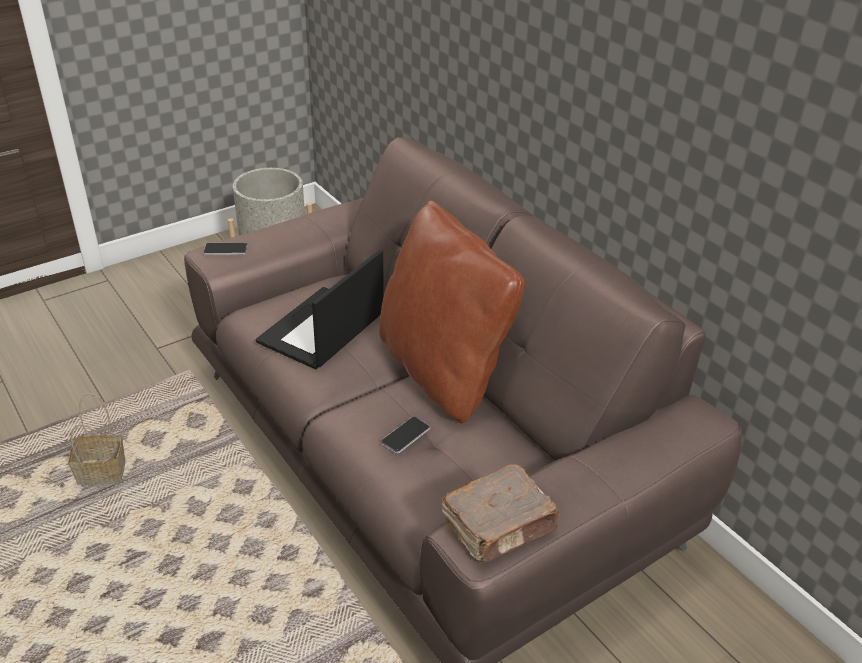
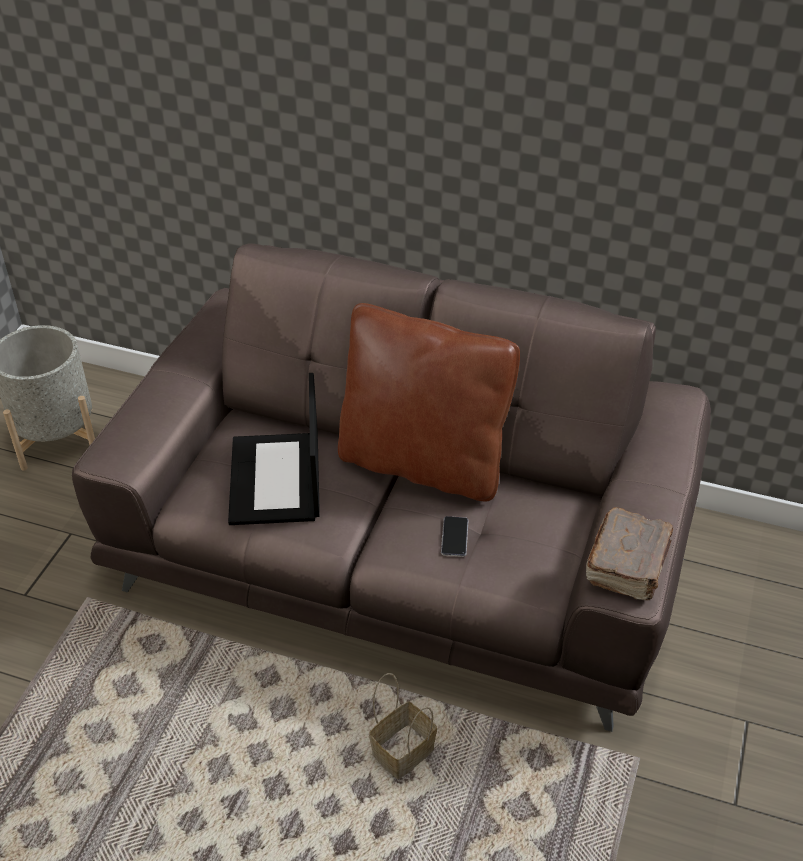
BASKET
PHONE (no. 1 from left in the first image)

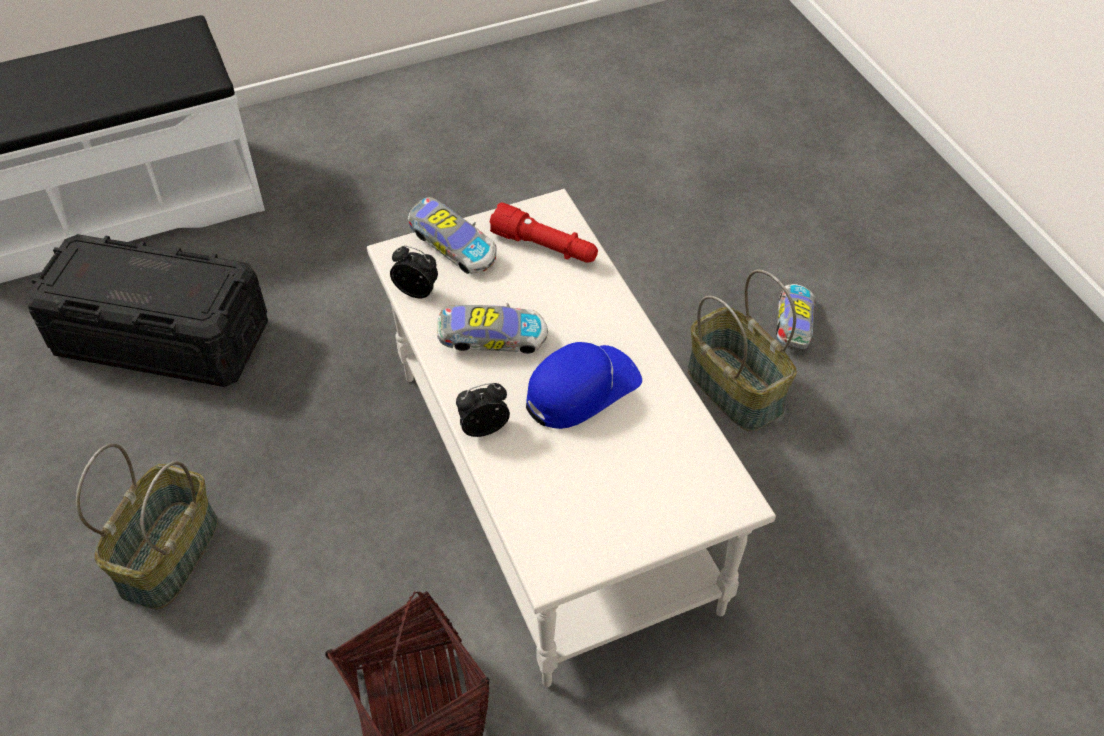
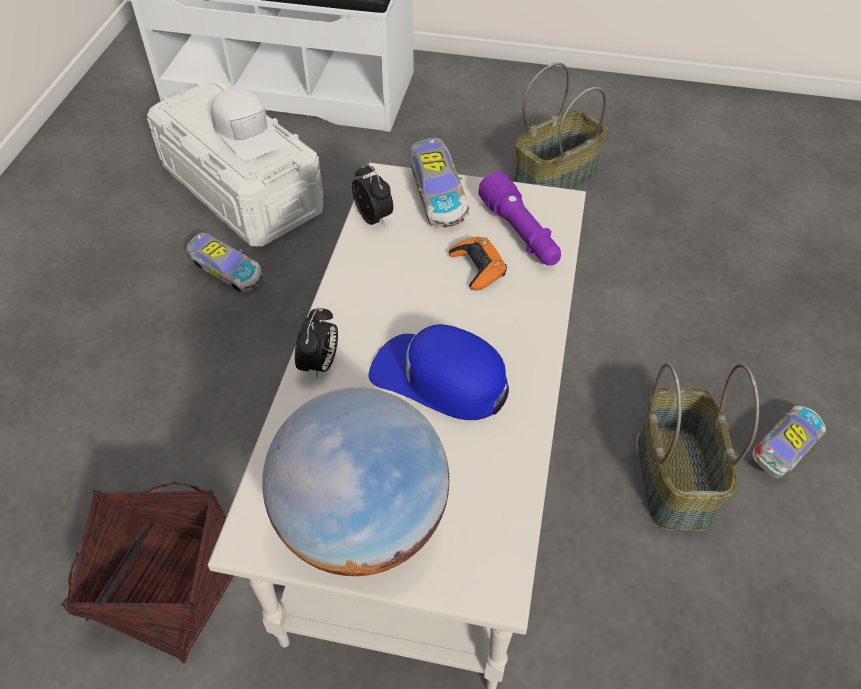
WHITE STORAGE BOX
TOY CAR (no. 1 from left)
WHITE CAP
GLOBE
ALARM CLOCK (no. 1 from left)
BLUE CAP
ORANGE GAME CONTROLLER
PURPLE FLASHLIGHT
BASKET (no. 2 from left)

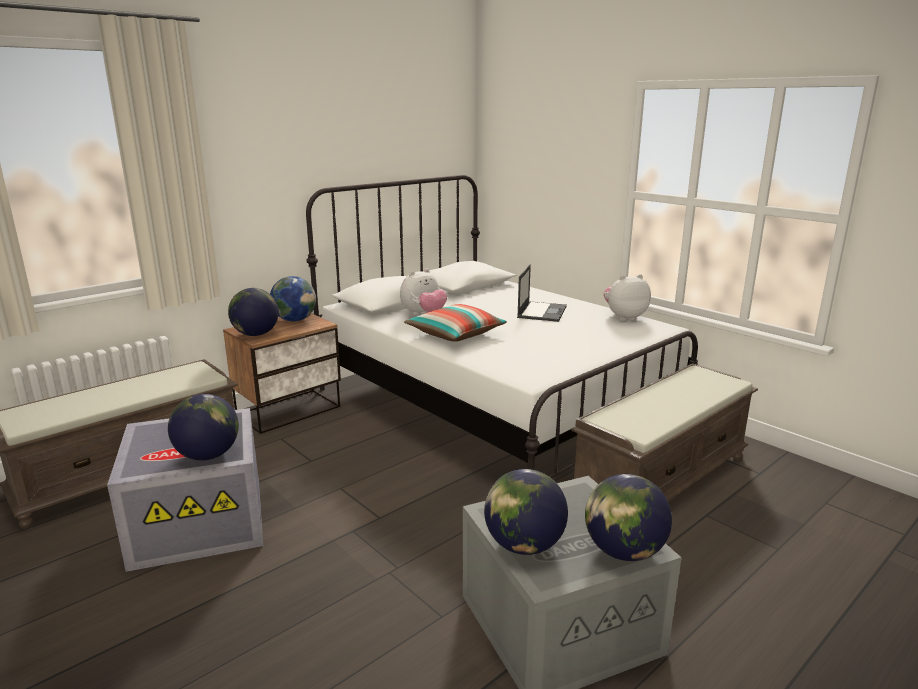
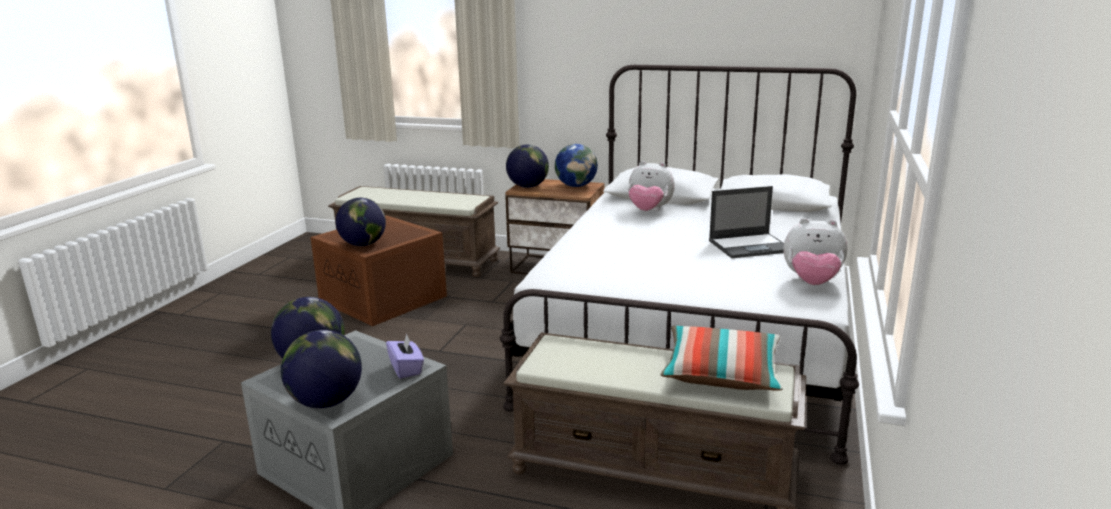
BROWN STORAGE BOX
PURPLE TISSUE BOX
PILLOW
PLUSH TOY (no. 2 from left)

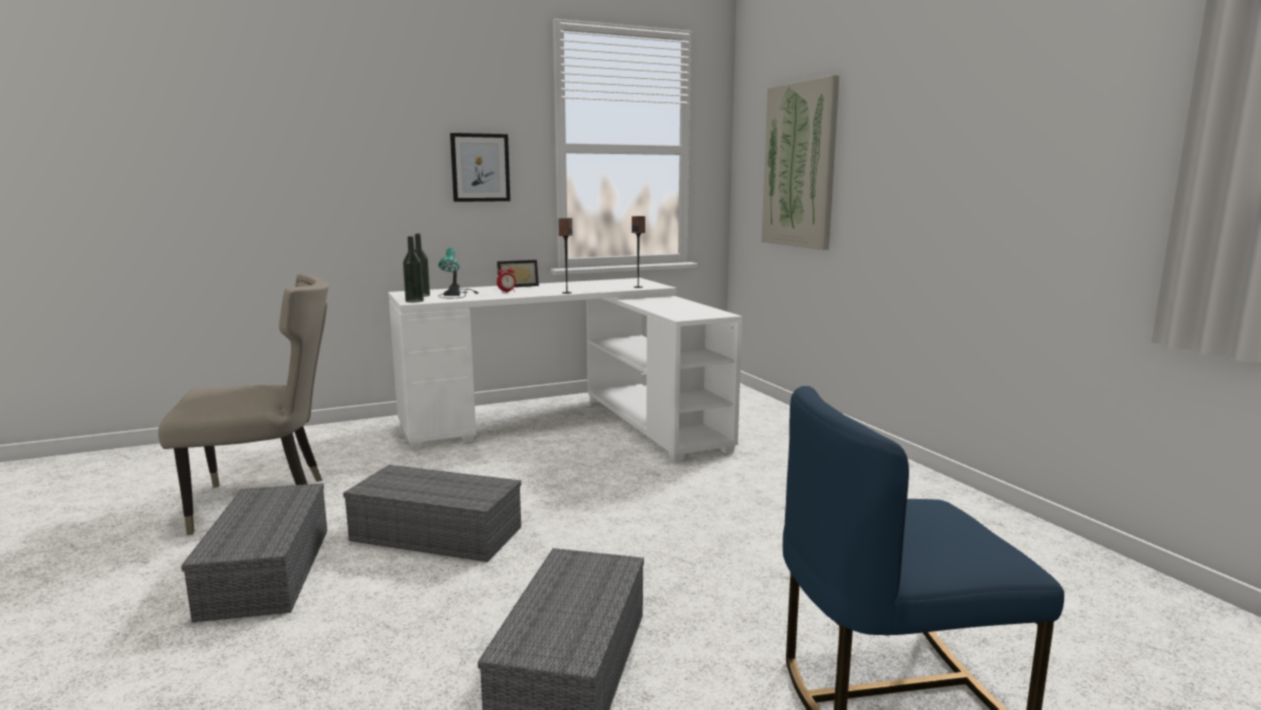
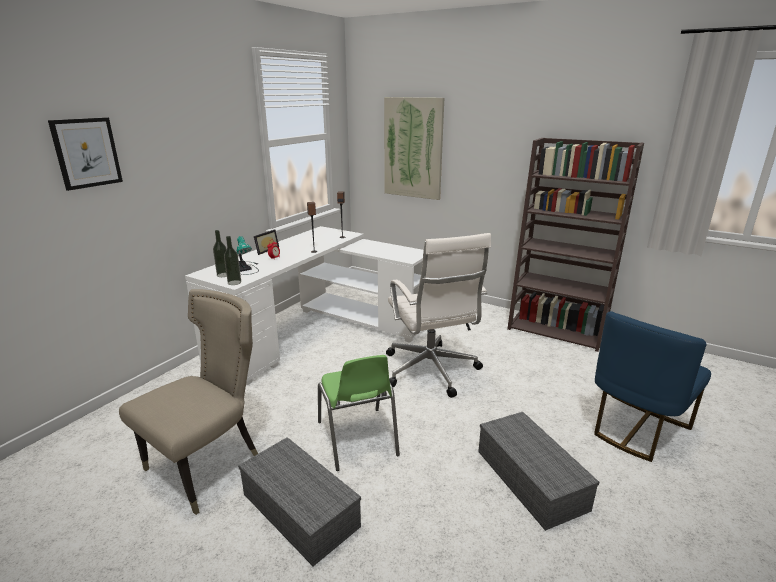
PICTURE (no. 1 from left)
GREEN CHAIR
WHITE OFFICE CHAIR
BROWN BOOKCASE

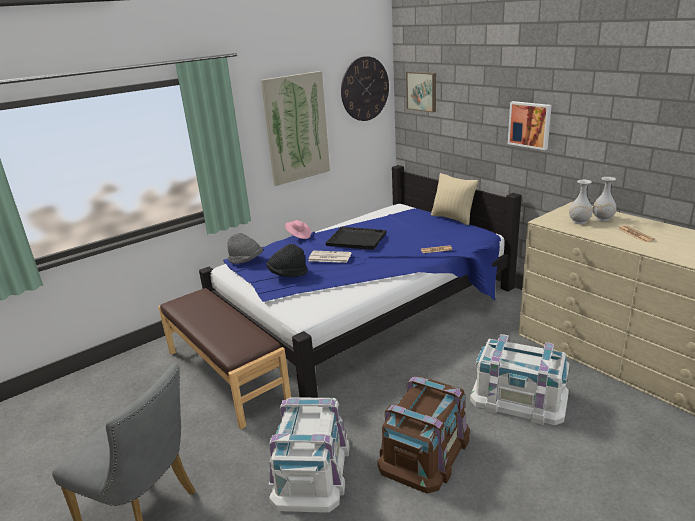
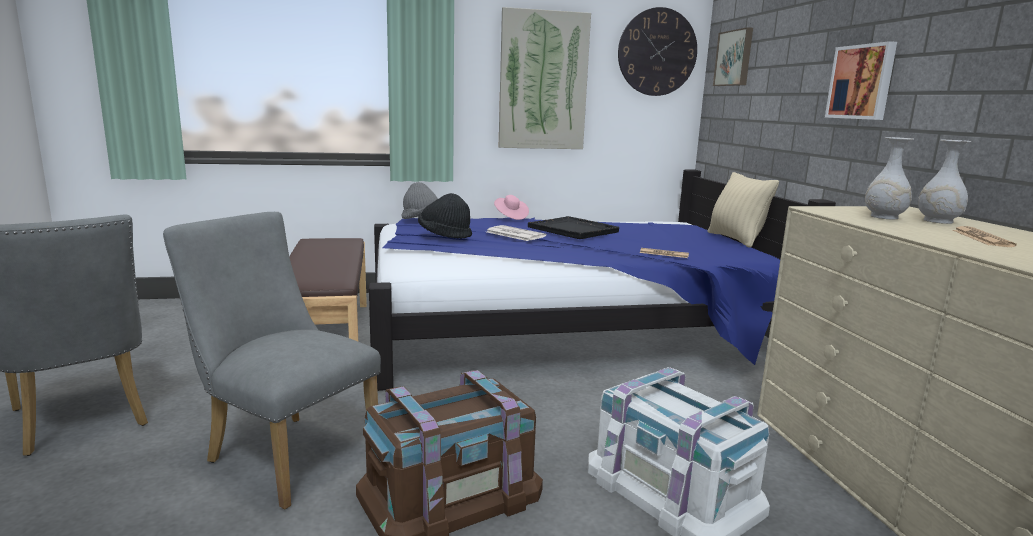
GREY CHAIR (no. 2 from left)

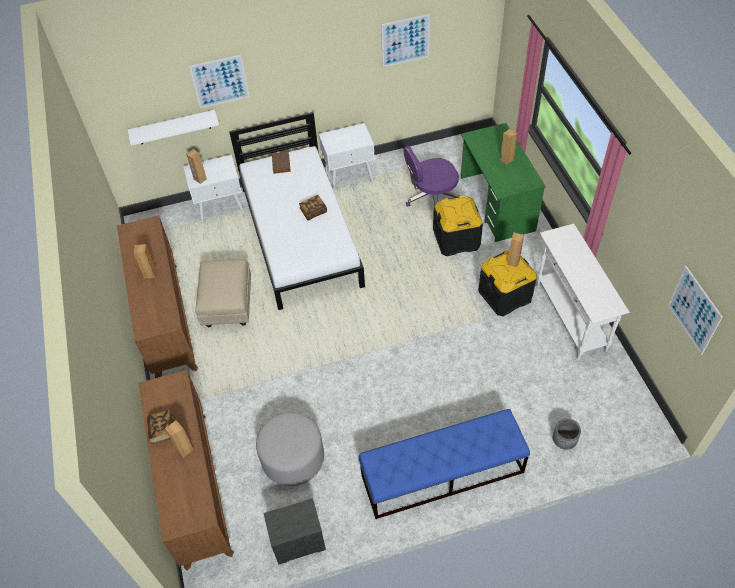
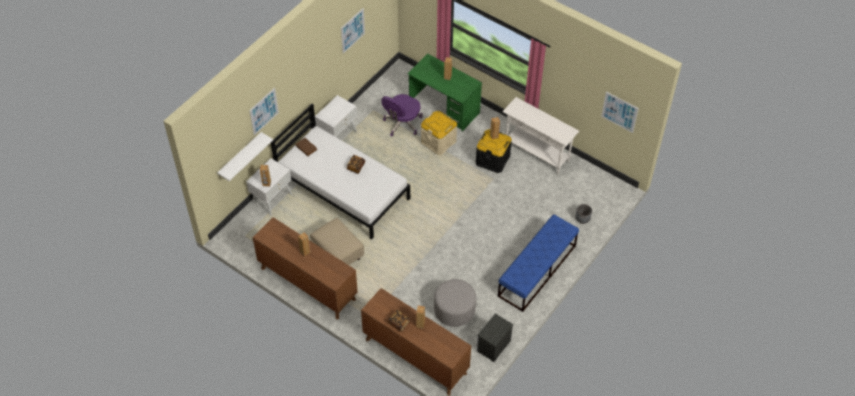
BEIGE STORAGE BOX

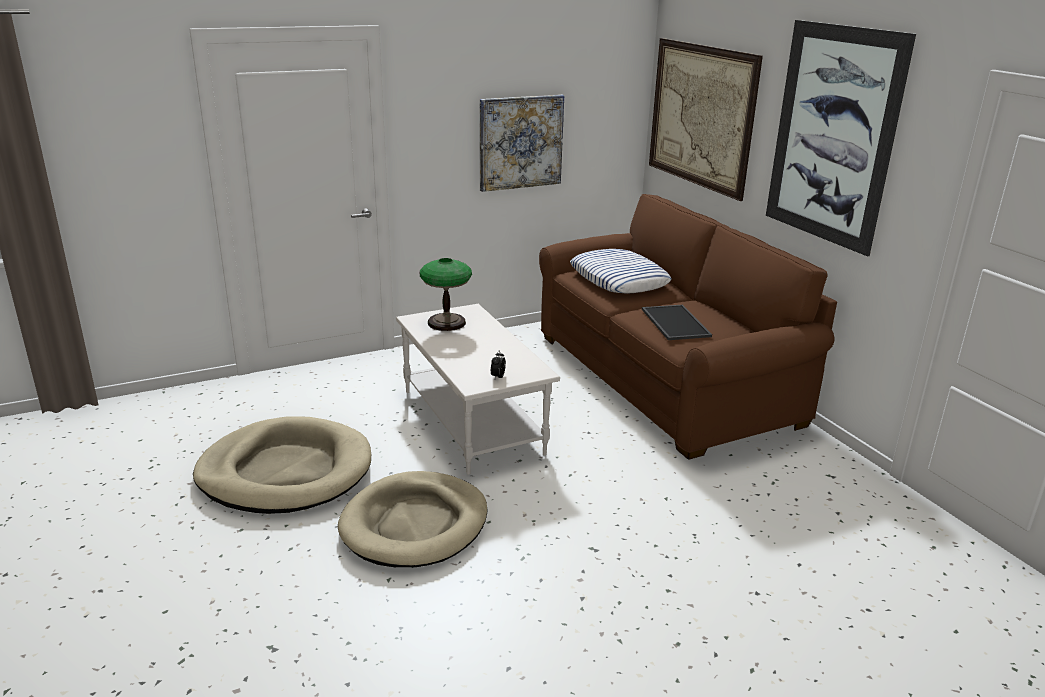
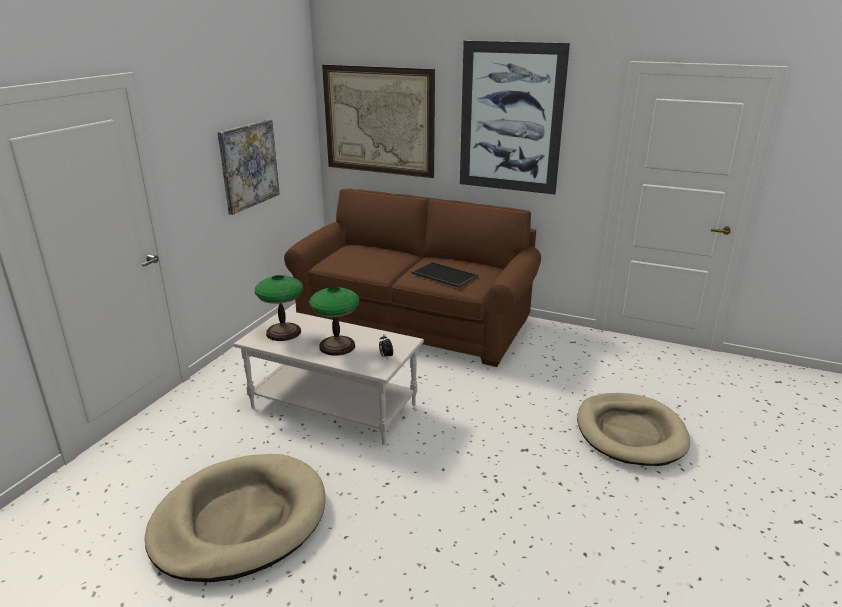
TABLE LAMP (no. 2 from left)
BEIGE DOG BED (no. 2 from left)
PILLOW

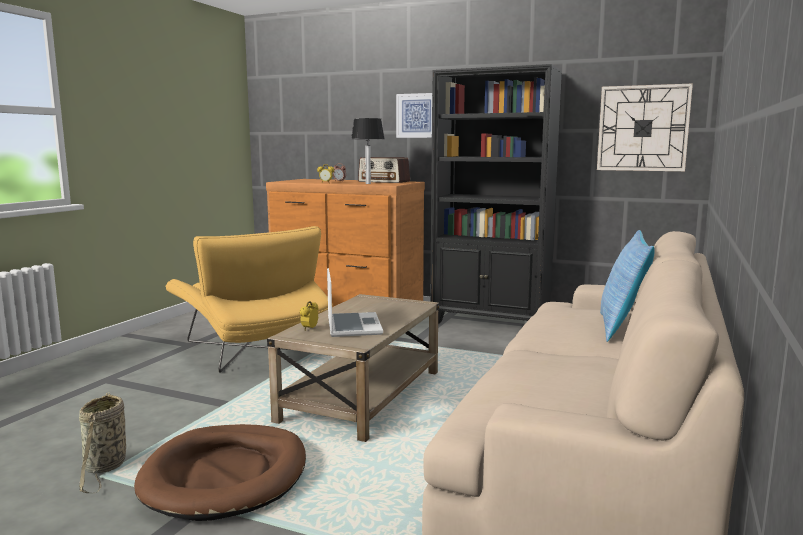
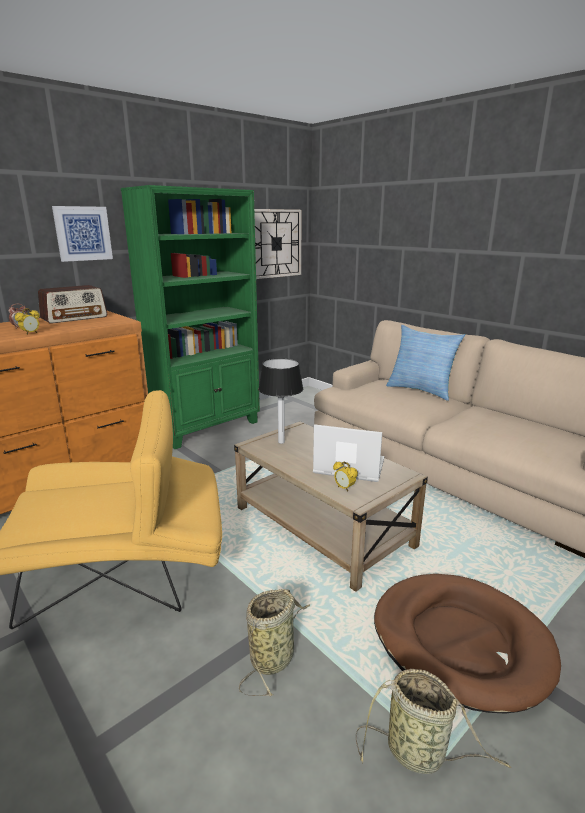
GREEN BOOKCASE
BASKET (no. 1 from left)
TABLE LAMP

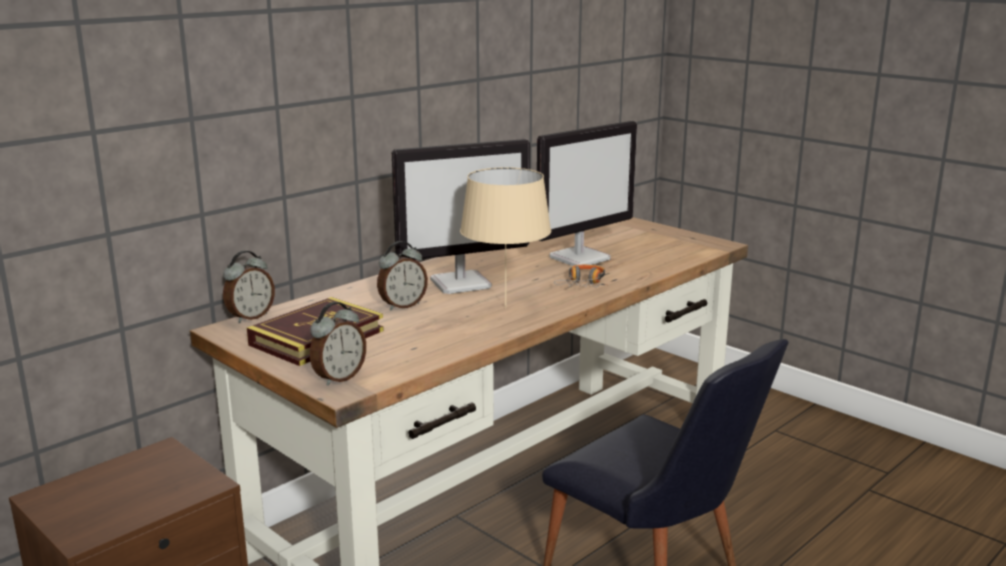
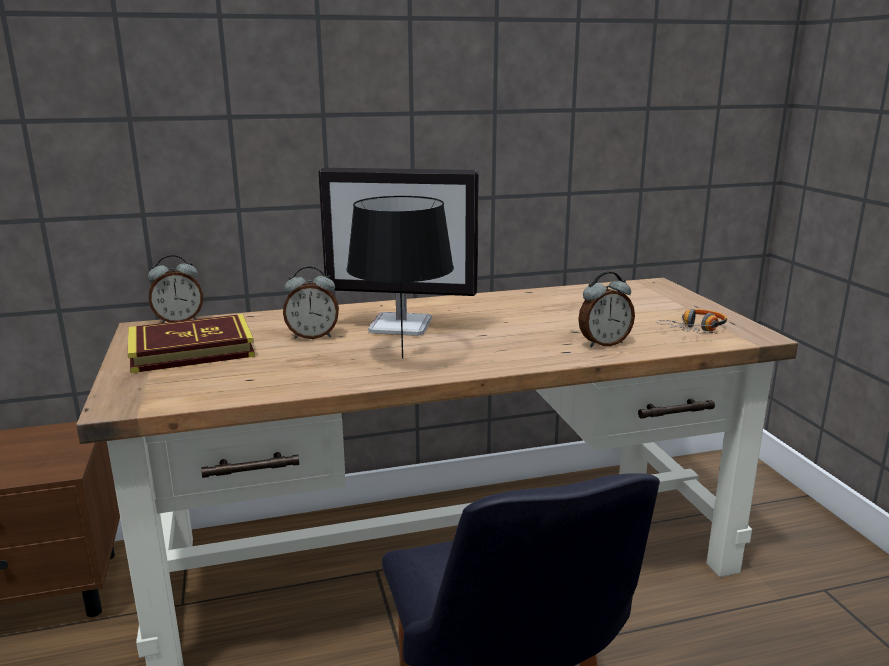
BLACK TABLE LAMP
ALARM CLOCK (no. 3 from left)
HEADPHONES
MONITOR (no. 2 from left in the first image)

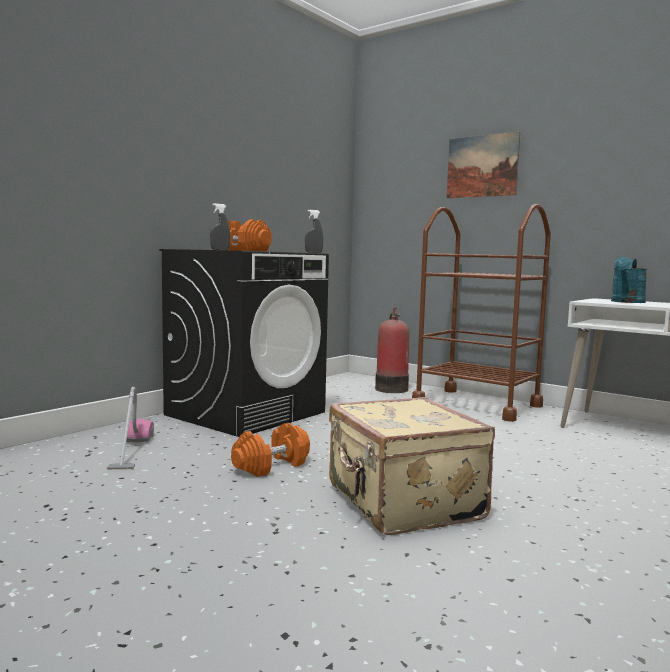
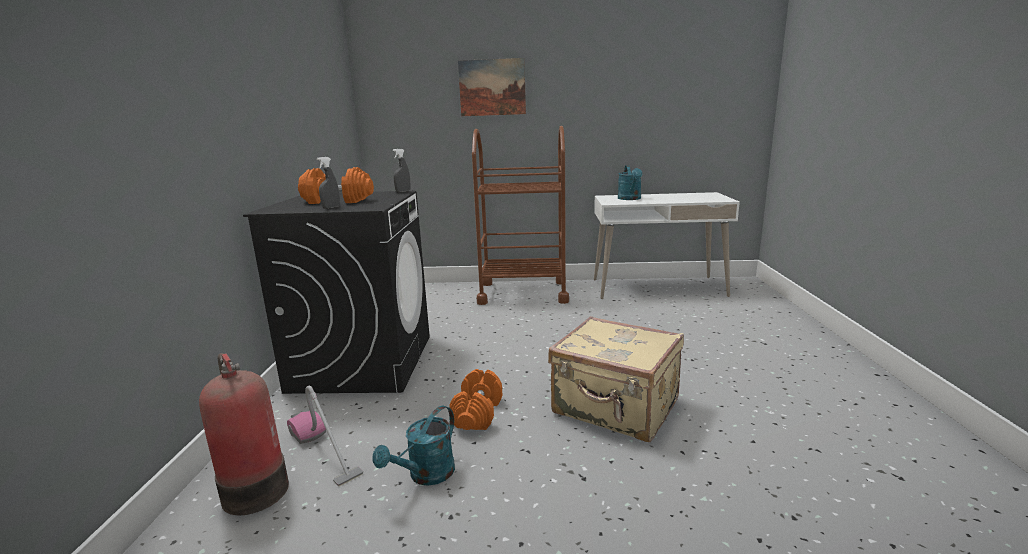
FIRE EXTINGUISHER
TURQUOISE WATERING CAN (no. 1 from left)

